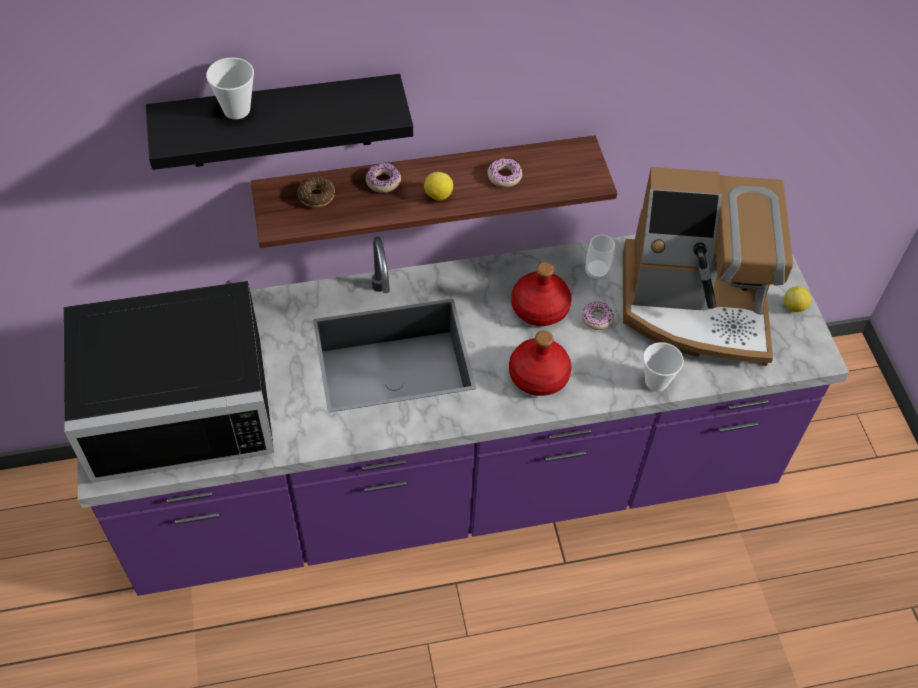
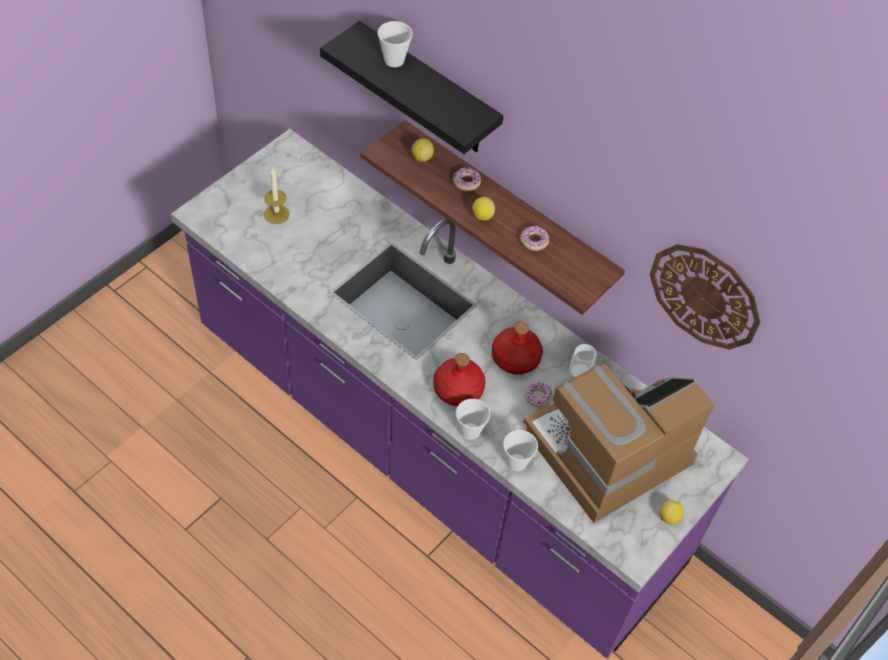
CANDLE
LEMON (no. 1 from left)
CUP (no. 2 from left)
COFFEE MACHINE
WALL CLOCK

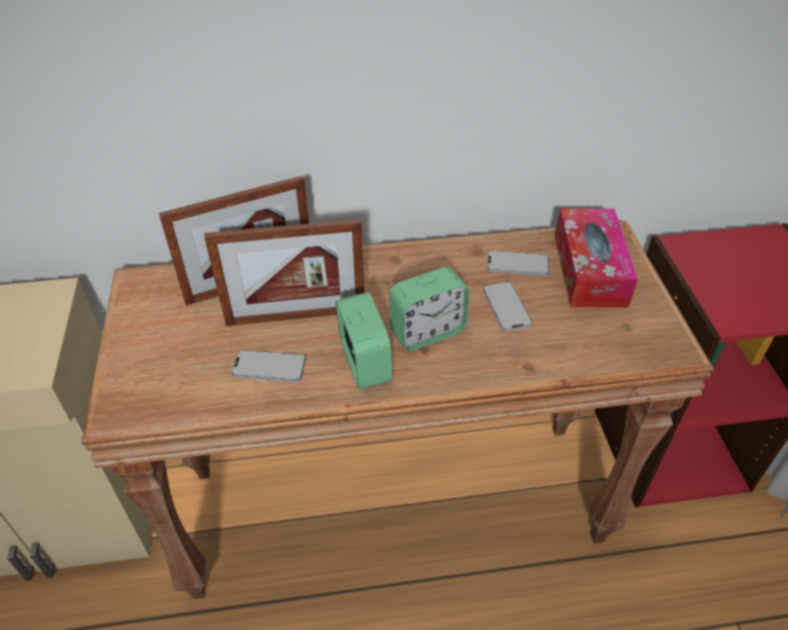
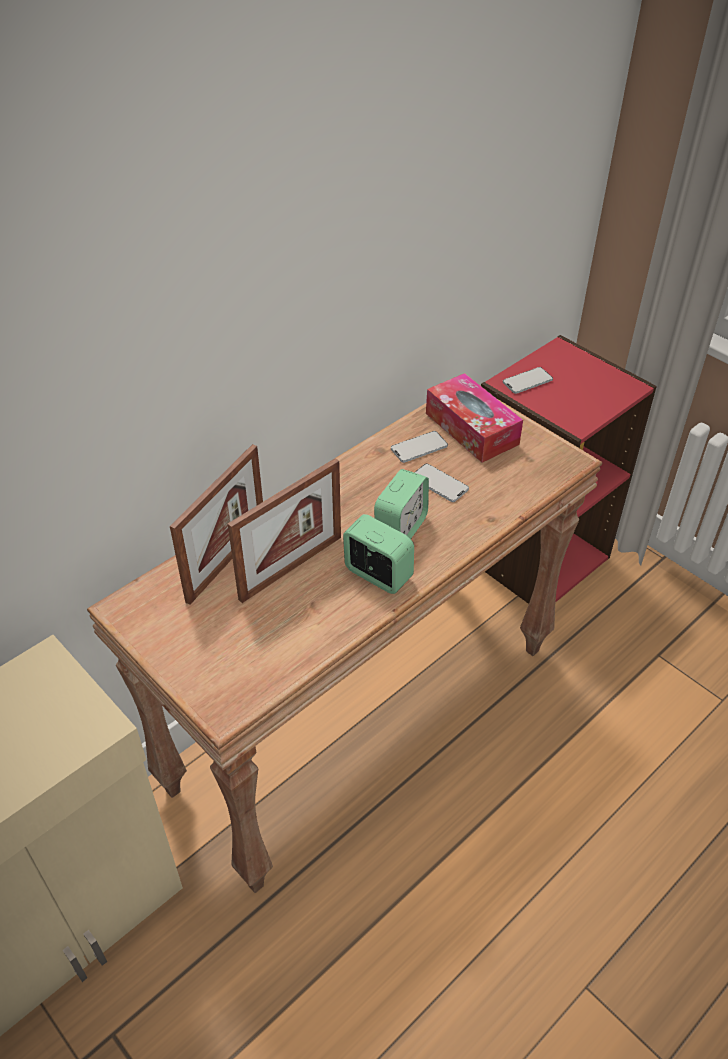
PHONE (no. 3 from left)

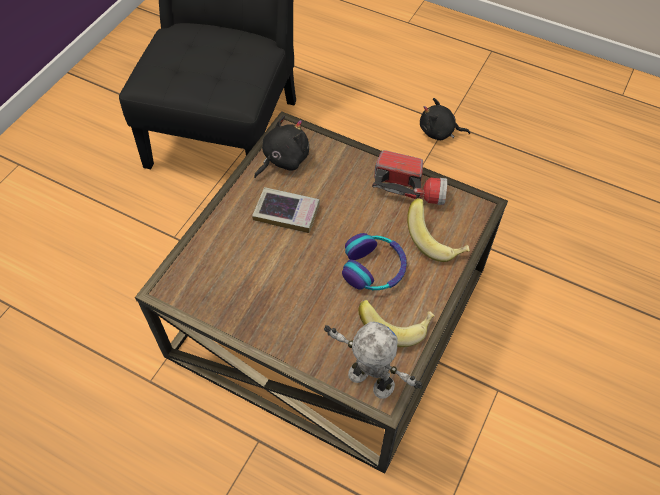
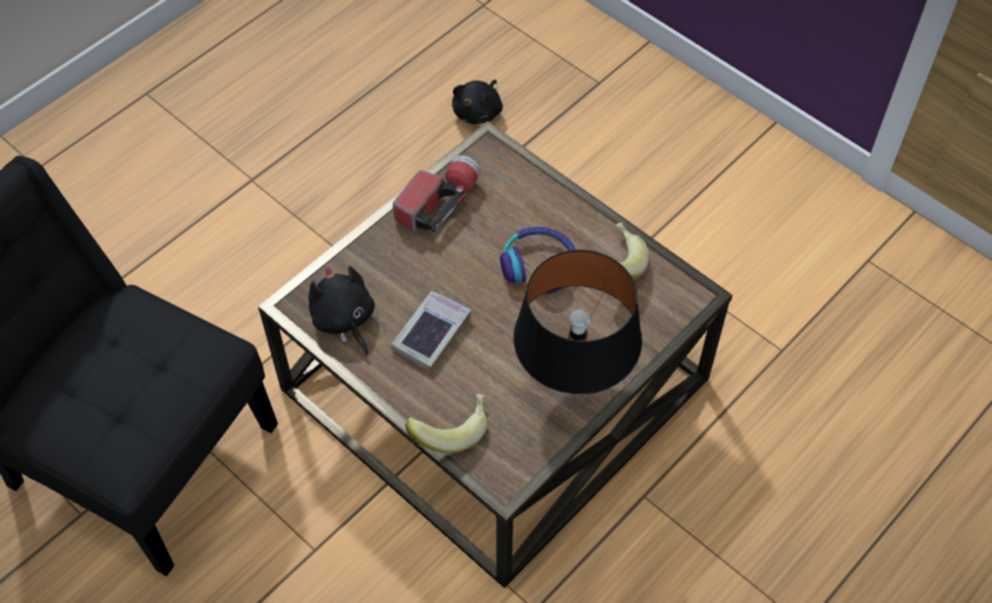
BANANA (no. 1 from left)
BLACK PLUSH TOY (no. 2 from left)
BLACK TABLE LAMP
TOY ROBOT

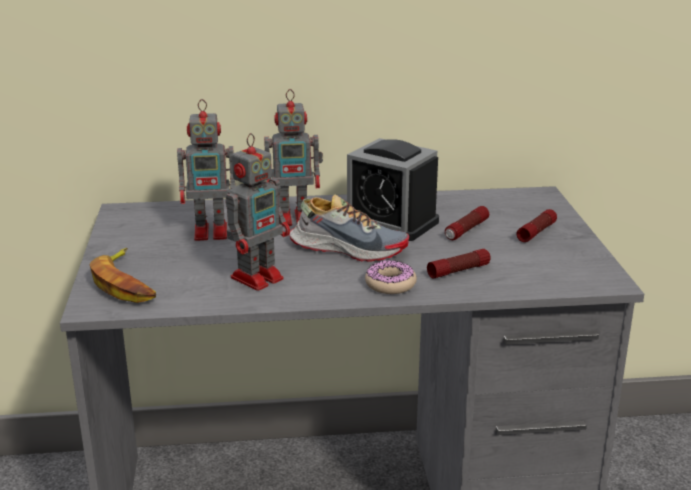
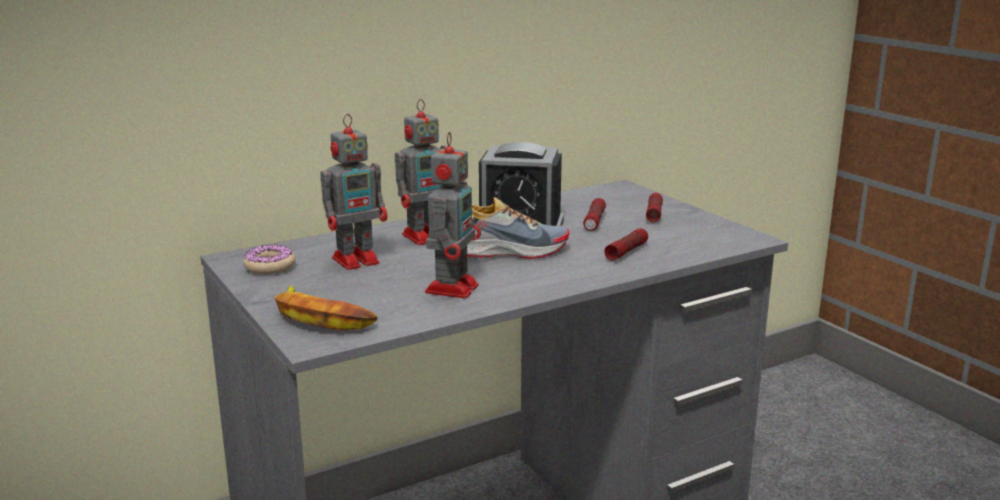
DONUT

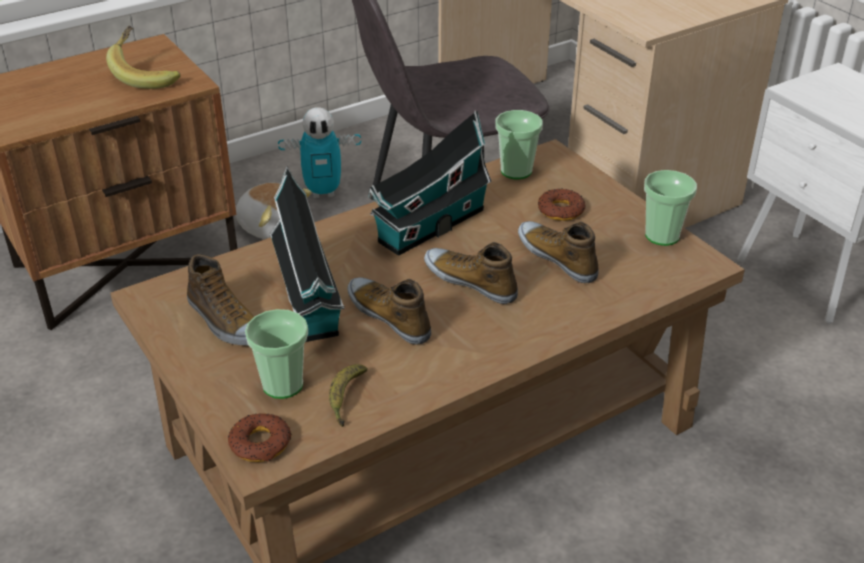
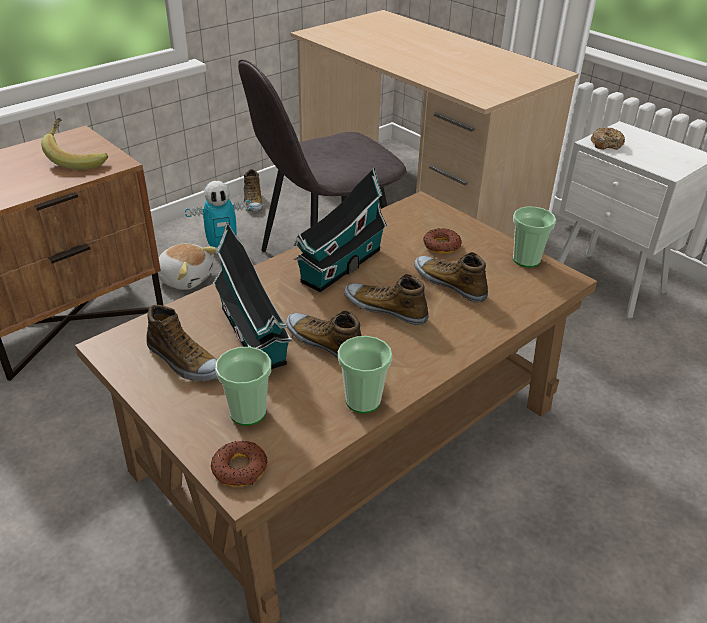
SHOE (no. 2 from left)
CUP (no. 2 from left)
DONUT (no. 3 from left)
BANANA (no. 2 from left in the first image)

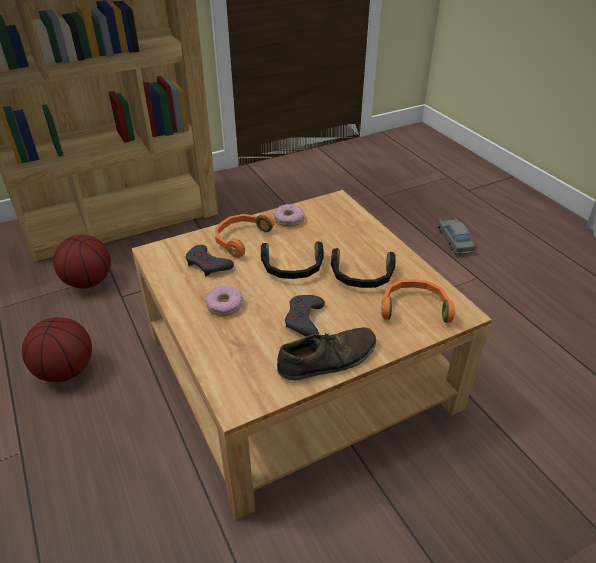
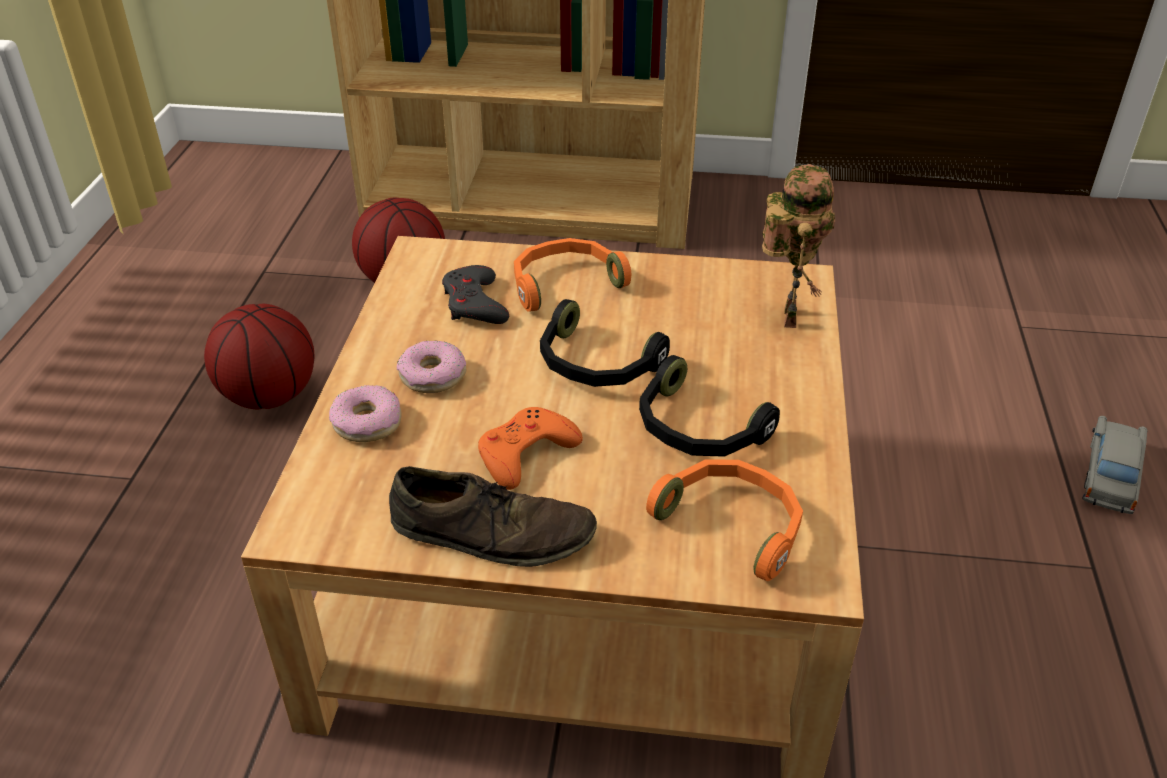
DONUT (no. 1 from left)
ORANGE GAME CONTROLLER
TOY ROBOT

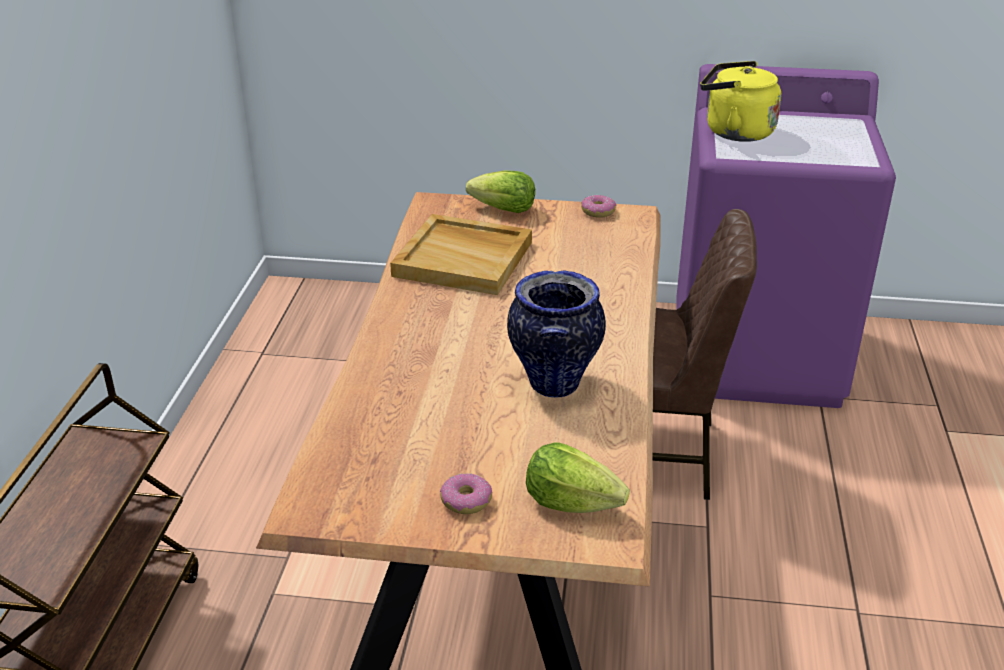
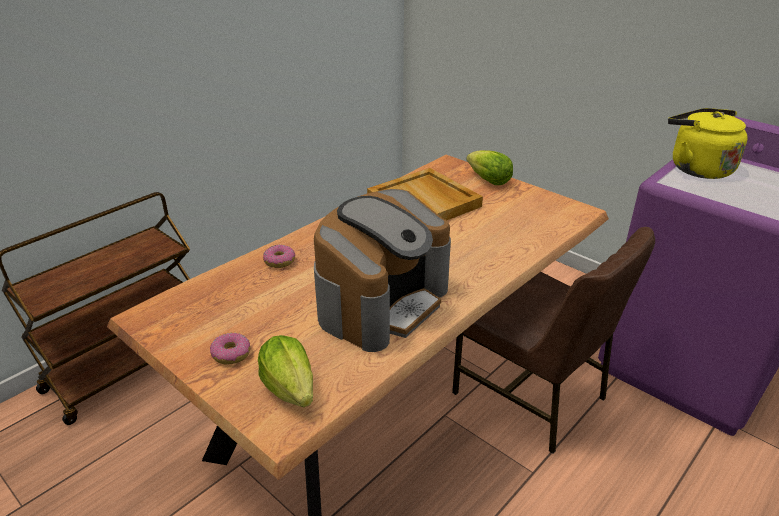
DONUT (no. 2 from left)
COFFEE MACHINE

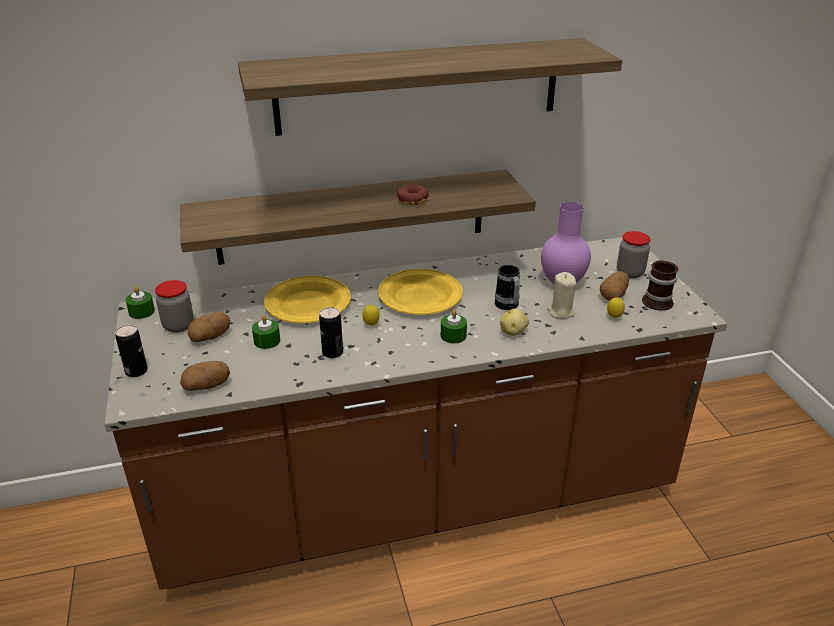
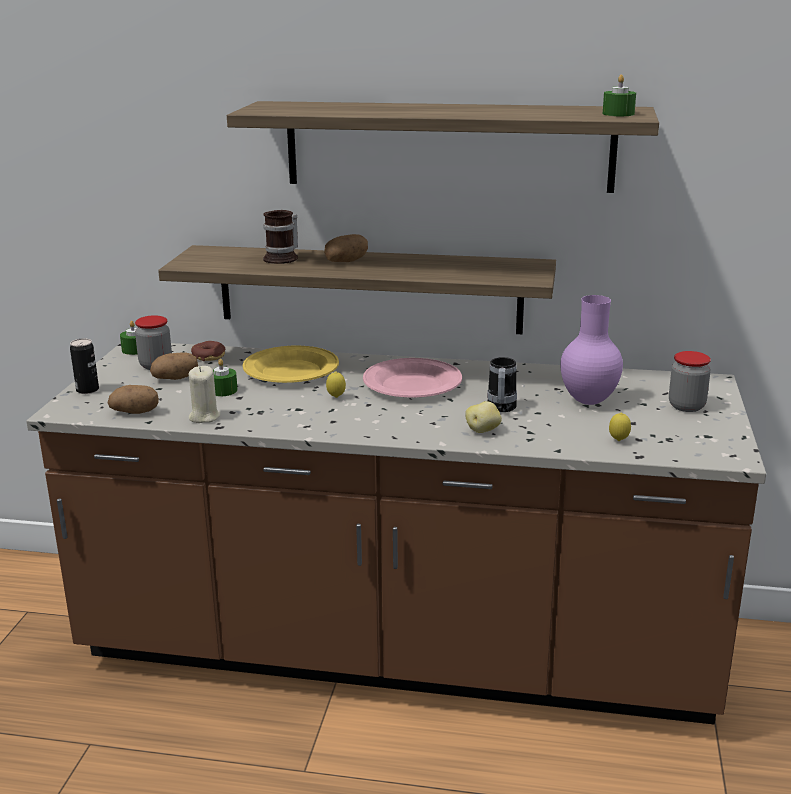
BEIGE CANDLE
DONUT
MUG (no. 1 from left)
POTATO (no. 3 from left)
PINK PLATE
GREEN CANDLE (no. 3 from left)
CAN (no. 2 from left in the first image)

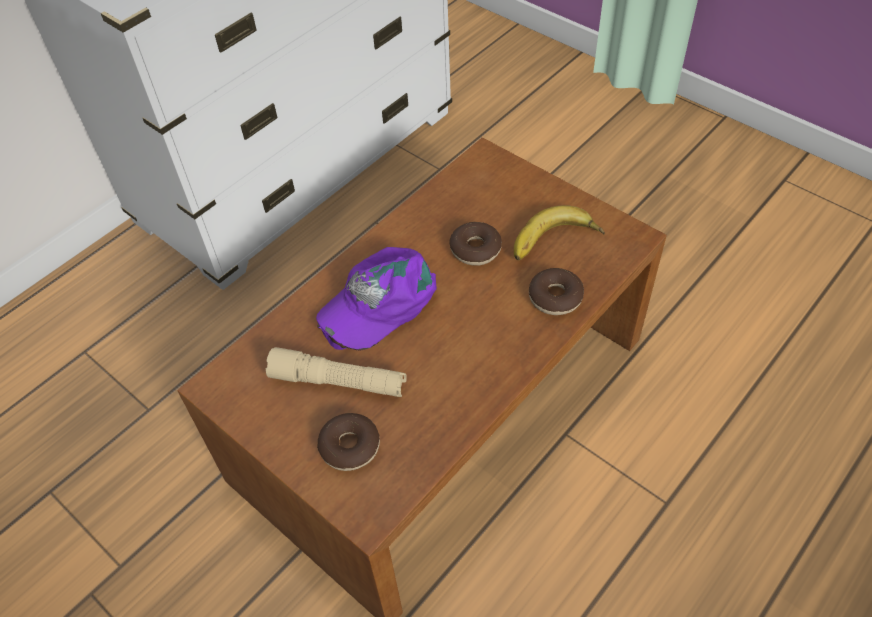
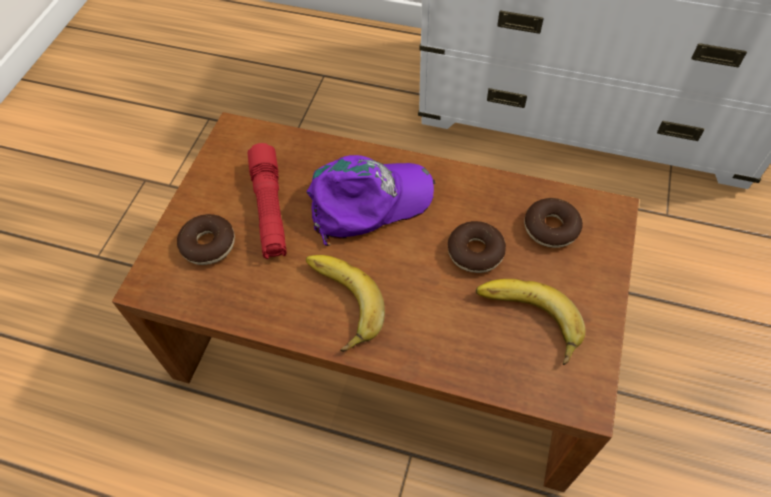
RED FLASHLIGHT
BANANA (no. 1 from left)
PURPLE CAP
DONUT (no. 3 from left)

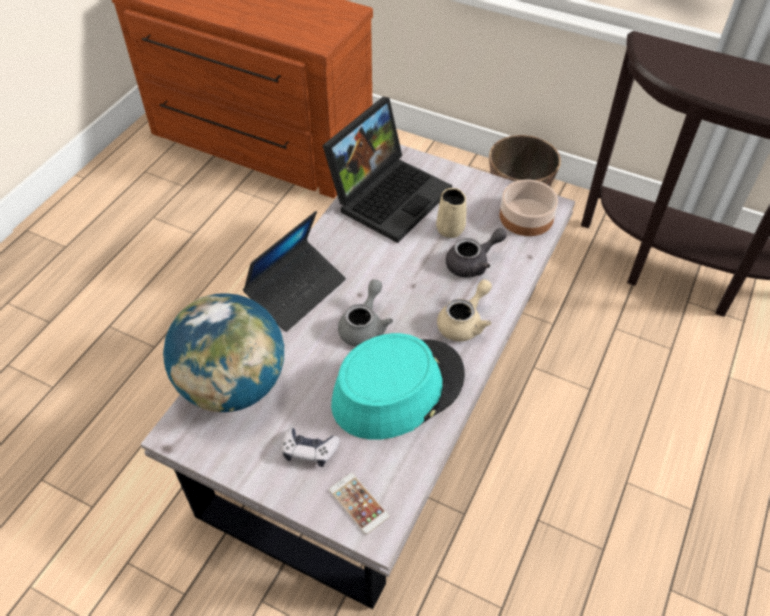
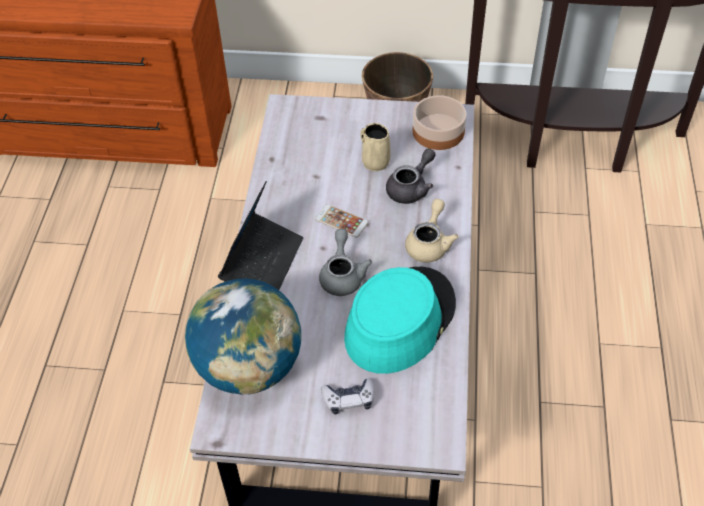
PHONE
LAPTOP (no. 2 from left in the first image)

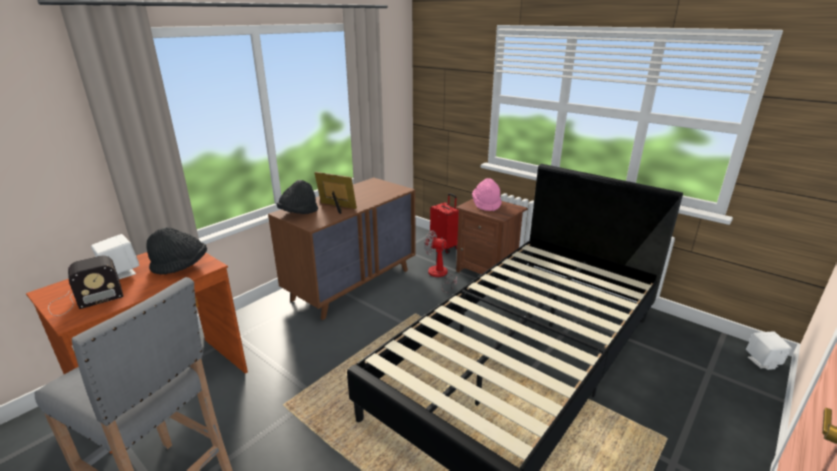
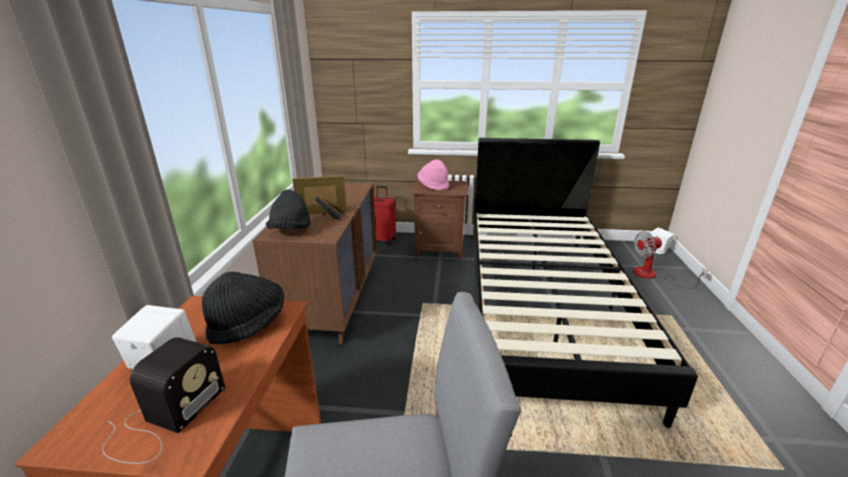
FAN

